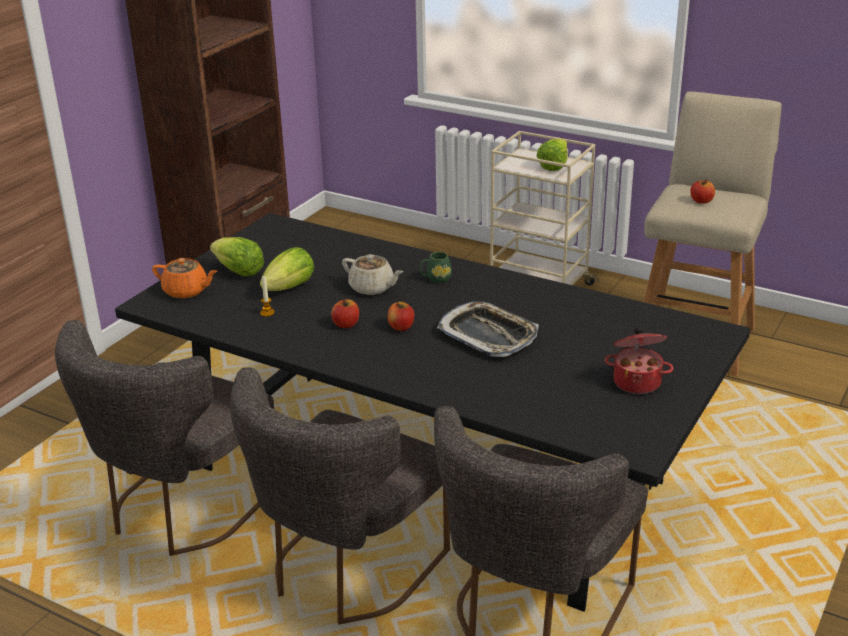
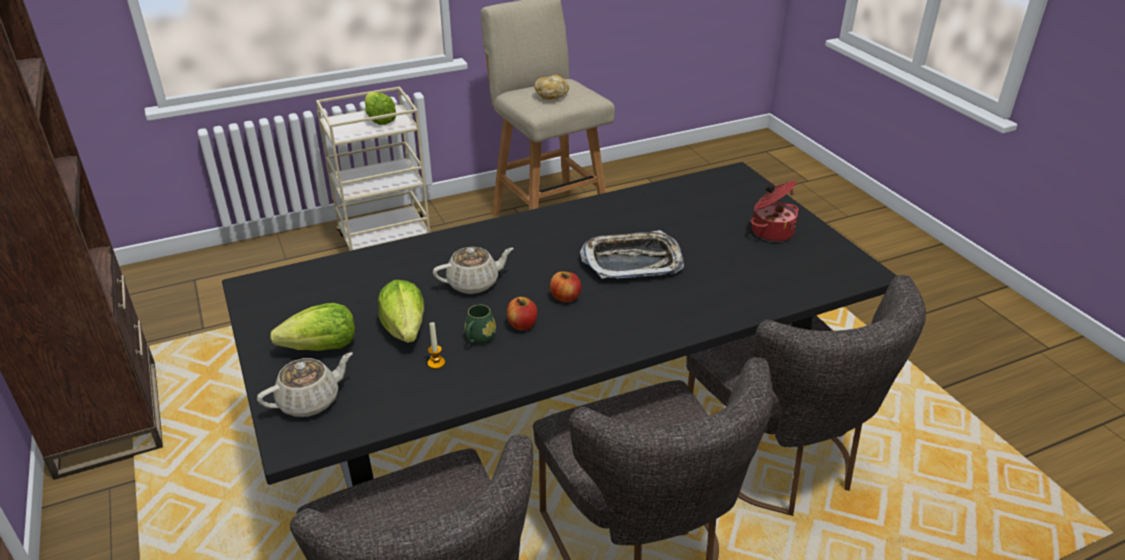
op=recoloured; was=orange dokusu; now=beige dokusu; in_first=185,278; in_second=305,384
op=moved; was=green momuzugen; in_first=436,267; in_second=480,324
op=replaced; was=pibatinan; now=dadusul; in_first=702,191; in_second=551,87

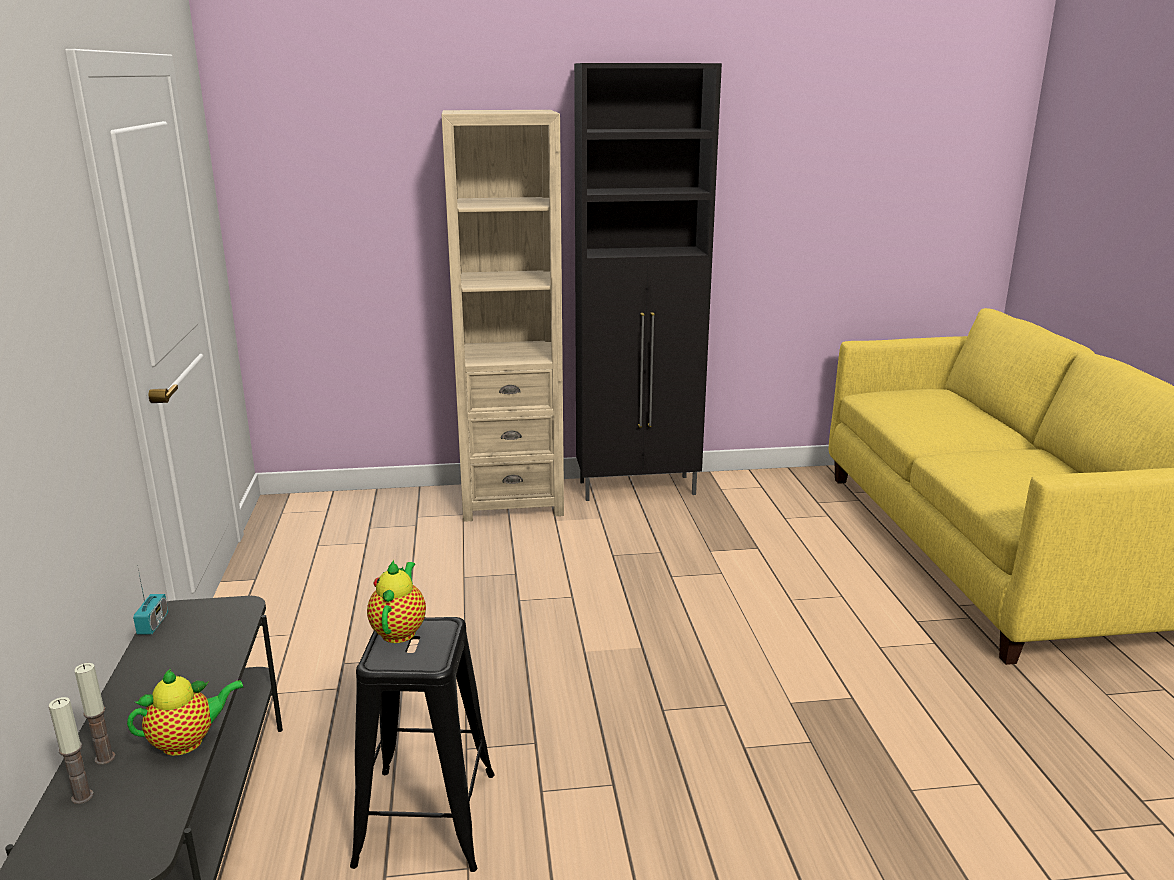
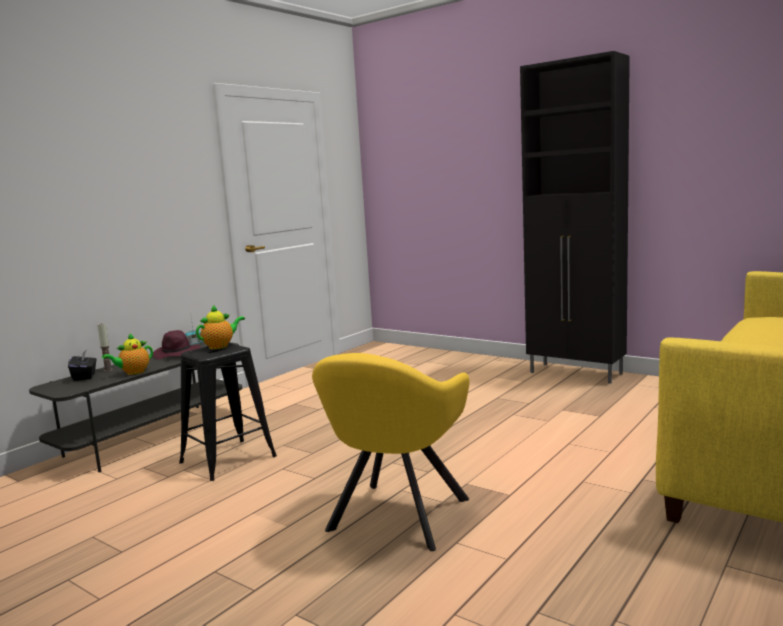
op=replaced; was=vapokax; now=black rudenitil; in_first=71,750; in_second=82,365
op=turned; was=dokusu; in_first=185,712; in_second=127,354; clockwise=120
op=removed; was=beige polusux; in_first=502,316
op=added; now=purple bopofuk; in_second=176,344
op=added; now=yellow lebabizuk; in_second=391,452

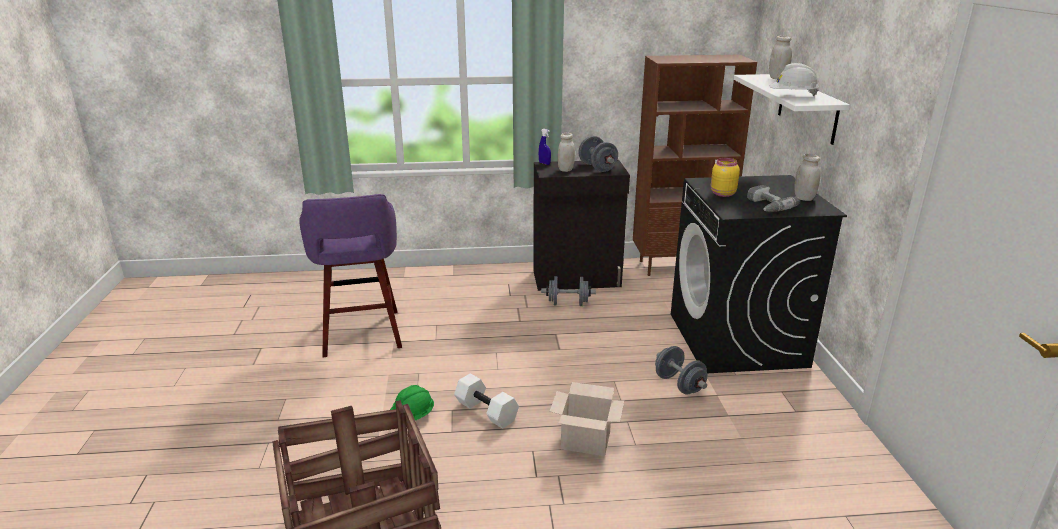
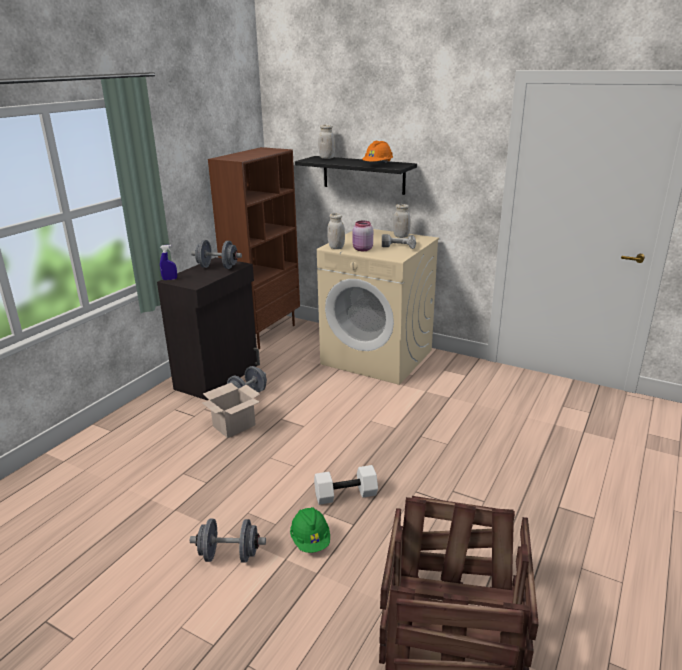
op=removed; was=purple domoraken; in_first=350,275
op=moved; was=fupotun; in_first=586,419; in_second=231,410
op=moved; was=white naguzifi; in_first=566,152; in_second=336,231
op=moved; was=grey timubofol; in_first=681,370; in_second=228,541
op=recoloured; was=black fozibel; now=beige fozibel; in_first=759,274; in_second=378,307
op=recoloured; was=yellow naguzifi; now=pink naguzifi; in_first=725,177; in_second=363,236
op=recoloured; was=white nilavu; now=black nilavu; in_first=791,109; in_second=356,175
op=recoloured; was=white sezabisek; now=orange sezabisek; in_first=794,79; in_second=377,152

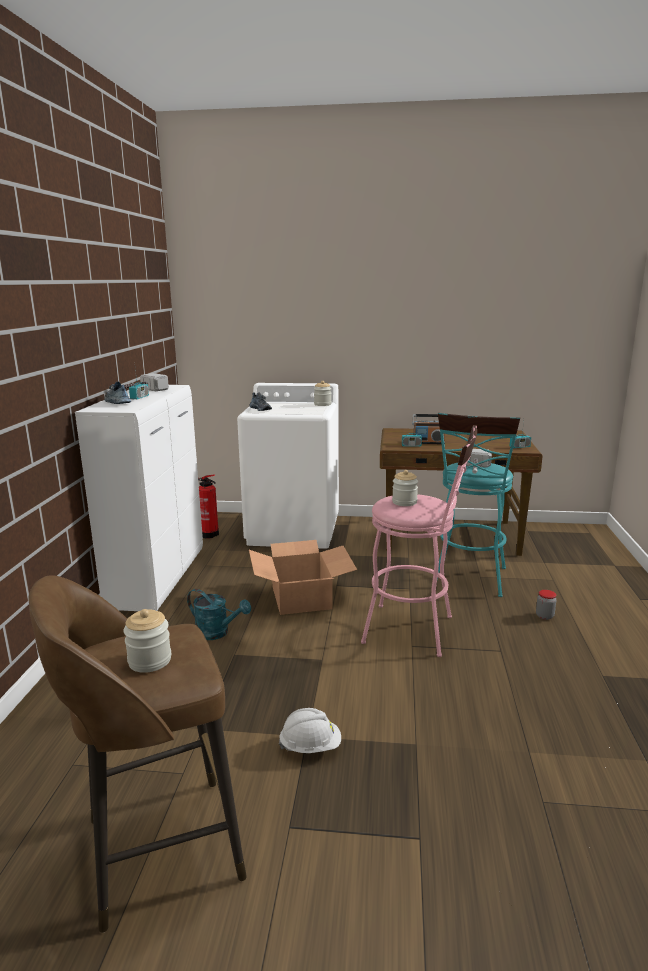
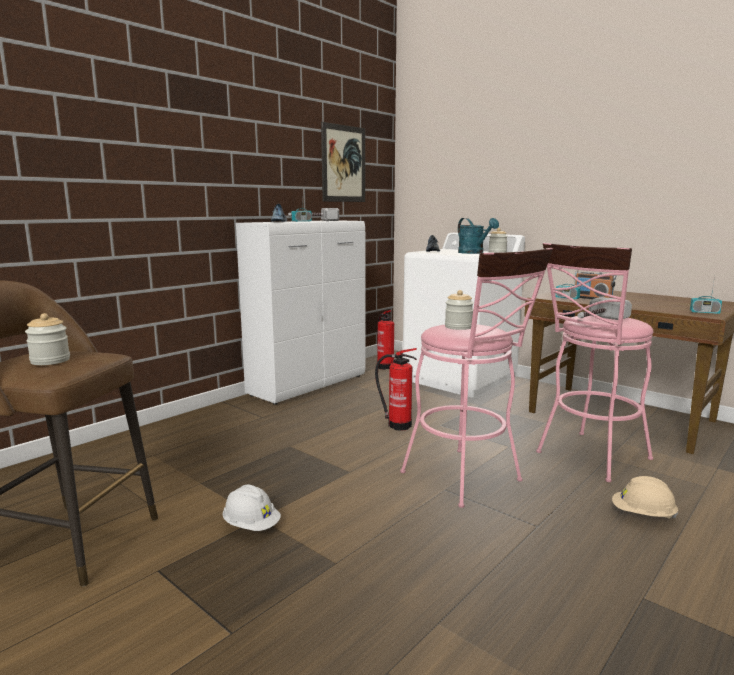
op=moved; was=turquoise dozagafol; in_first=219,614; in_second=478,236
op=replaced; was=fupotun; now=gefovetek; in_first=303,577; in_second=396,389
op=recoloured; was=turquoise domoraken; now=pink domoraken; in_first=478,505; in_second=595,362
op=replaced; was=naguzifi; now=beige sezabisek; in_first=546,605; in_second=645,497
op=added; now=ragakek; in_second=343,162

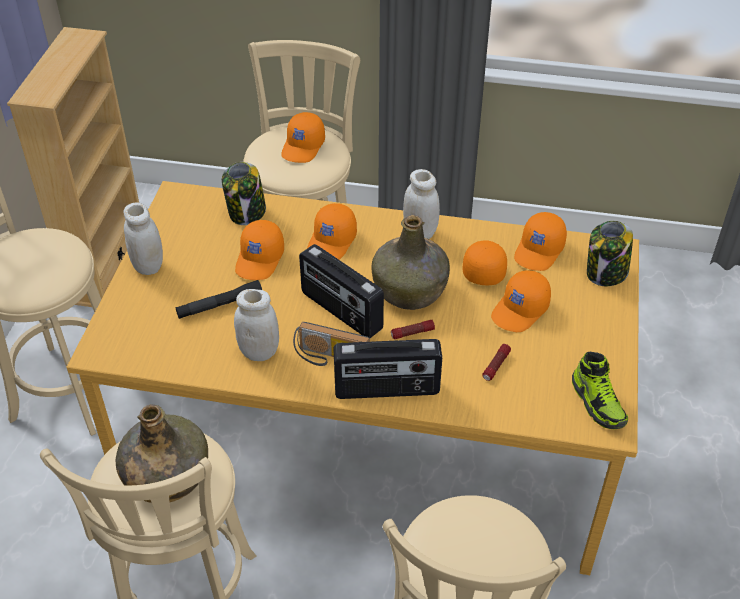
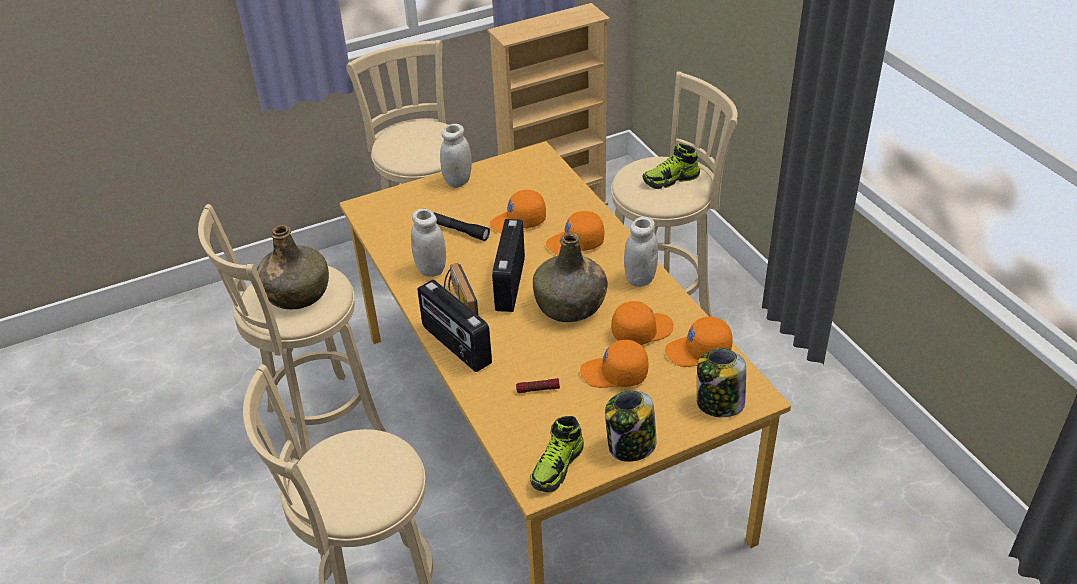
op=moved; was=naguzifi; in_first=244,193; in_second=631,426
op=replaced; was=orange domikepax; now=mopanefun; in_first=303,137; in_second=671,166
op=removed; was=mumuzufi; in_first=413,329

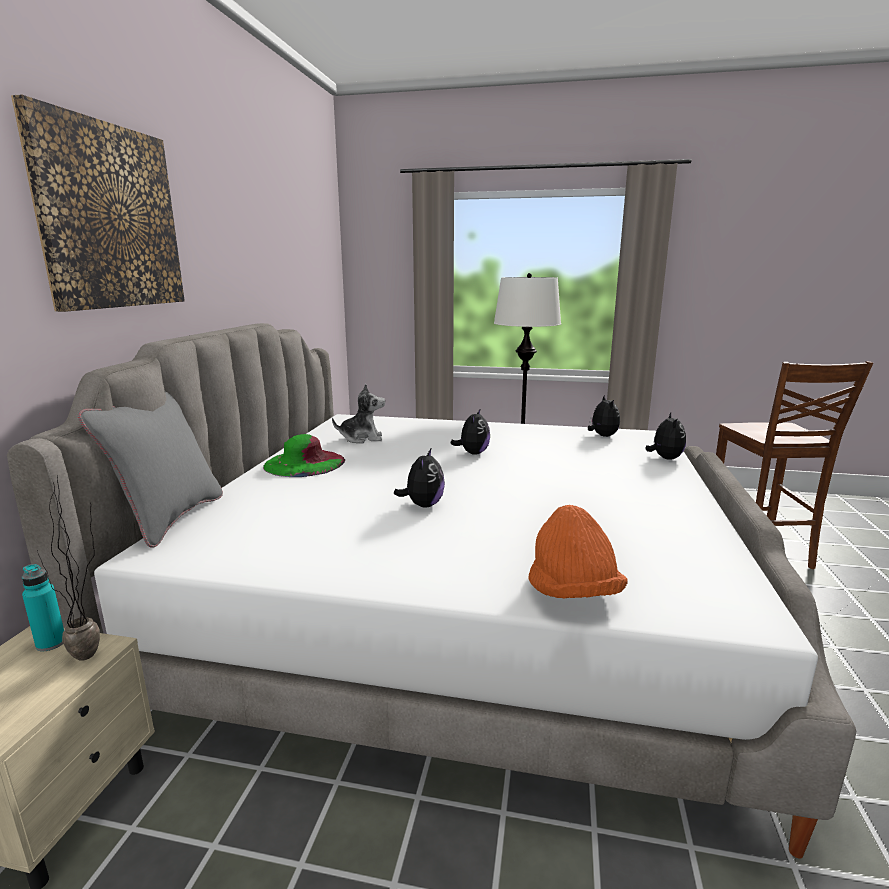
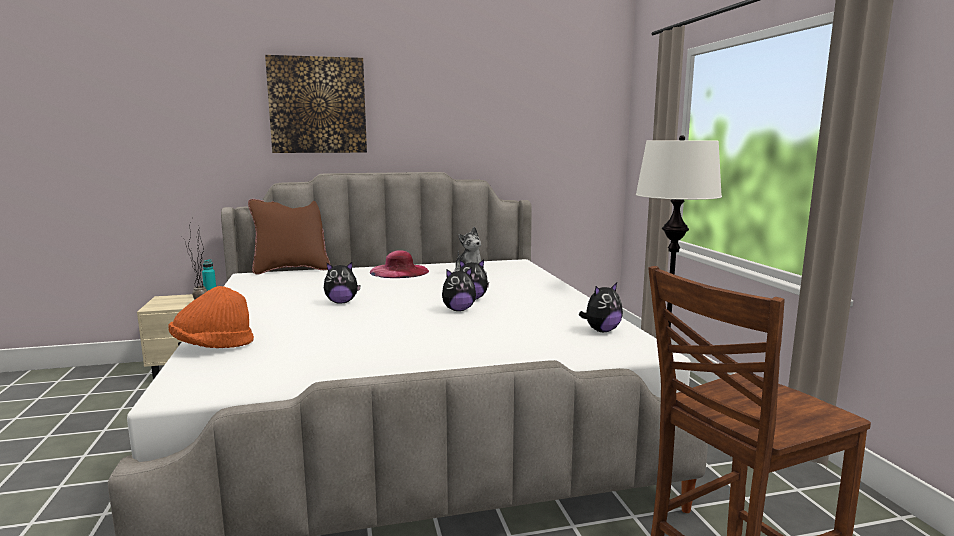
op=recoloured; was=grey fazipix; now=brown fazipix; in_first=150,469; in_second=289,237
op=recoloured; was=green bopofuk; now=pink bopofuk; in_first=304,455; in_second=399,264
op=moved; was=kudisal; in_first=665,436; in_second=459,289

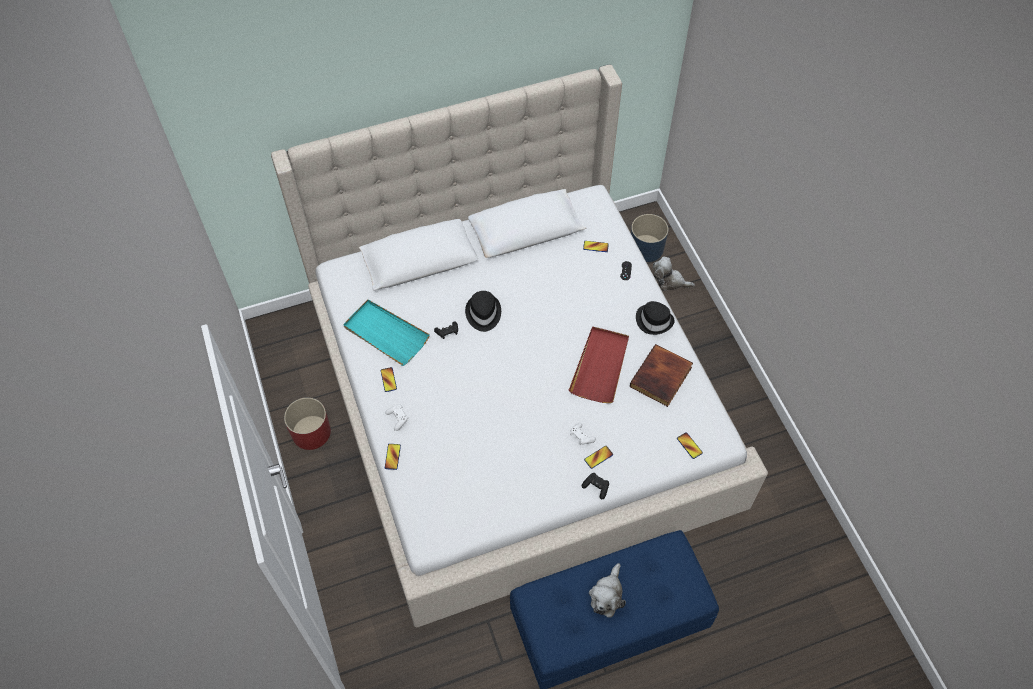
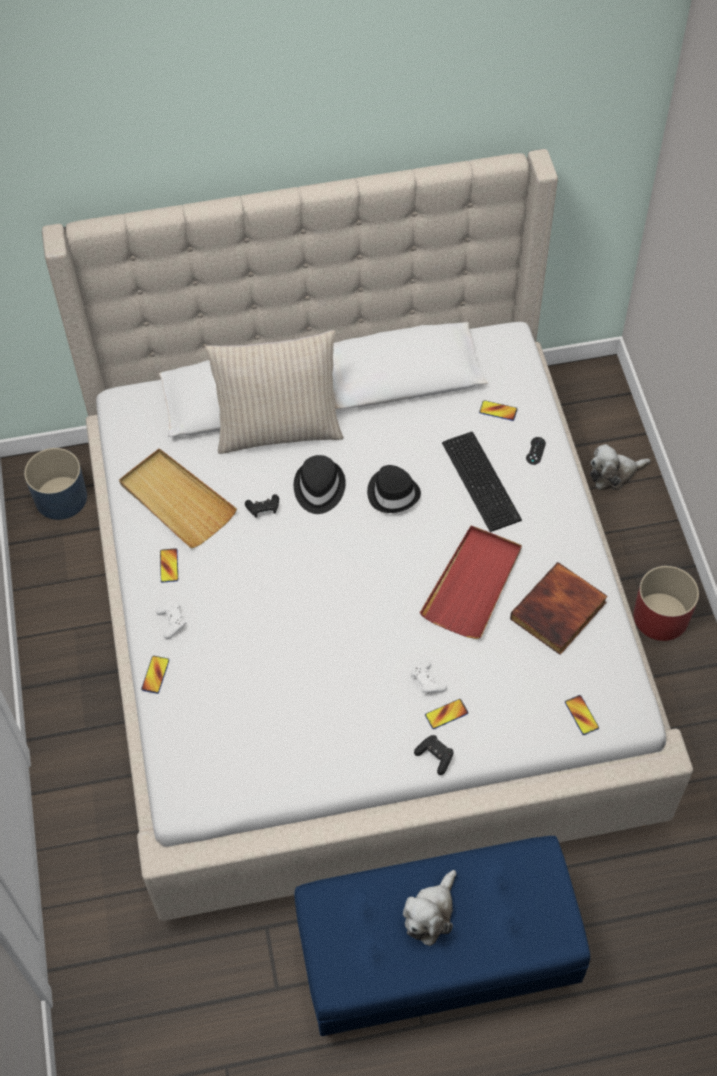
op=moved; was=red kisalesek; in_first=307,424; in_second=666,603
op=recoloured; was=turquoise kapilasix; now=beige kapilasix; in_first=386,333; in_second=178,498
op=moved; was=blue kisalesek; in_first=649,238; in_second=55,484
op=moved; was=black bopofuk; in_first=655,318; in_second=394,489
op=turned; was=kudisal; in_first=674,273; in_second=620,467; clockwise=-45
op=added; now=beige fazipix; in_second=274,392
op=added; now=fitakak; in_second=482,482

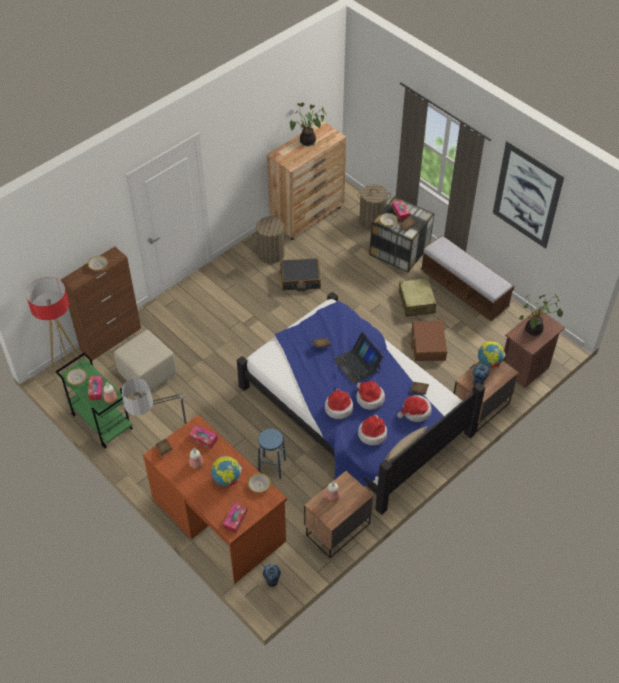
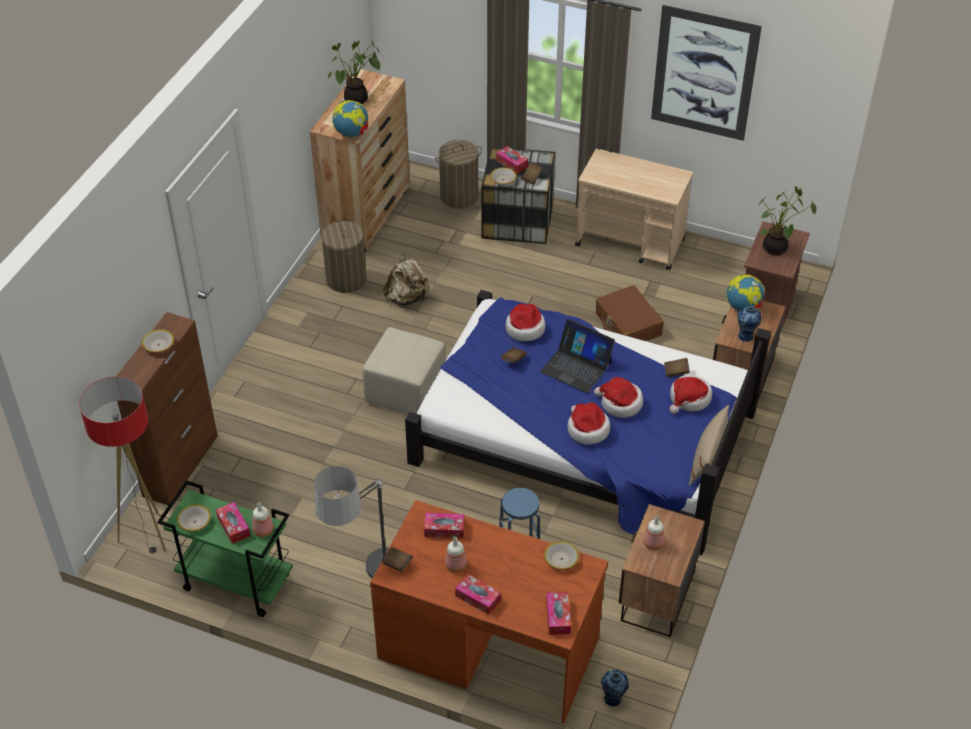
op=moved; was=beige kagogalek; in_first=145,363; in_second=404,370
op=moved; was=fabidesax; in_first=226,470; in_second=350,118
op=replaced; was=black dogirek; now=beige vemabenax; in_first=300,274; in_second=406,280
op=moved; was=bopofuk; in_first=372,430; in_second=525,322
op=removed; was=beige dogirek; in_first=418,297
op=replaced; was=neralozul; now=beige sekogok; in_first=467,278; in_second=634,209
op=added; now=rudenitil; in_second=478,594

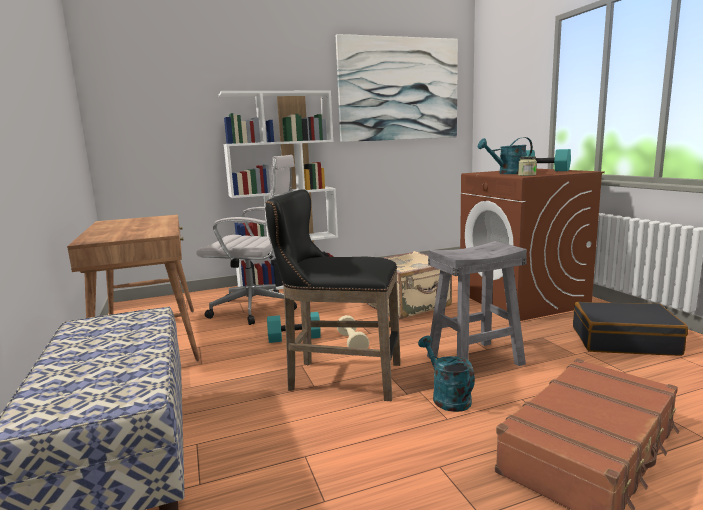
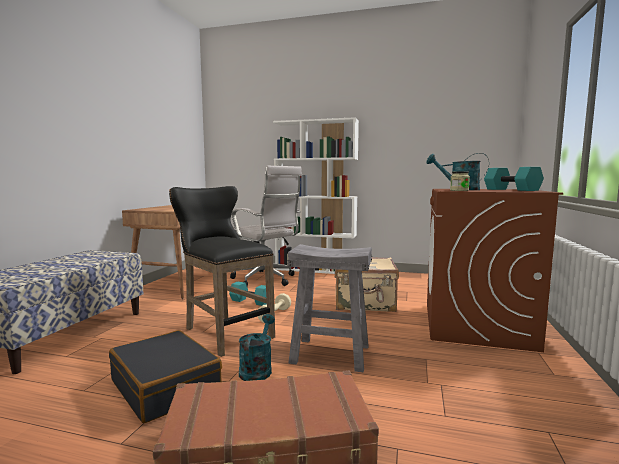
op=removed; was=ragakek; in_first=397,88
op=moved; was=black dogirek; in_first=630,329; in_second=165,376

